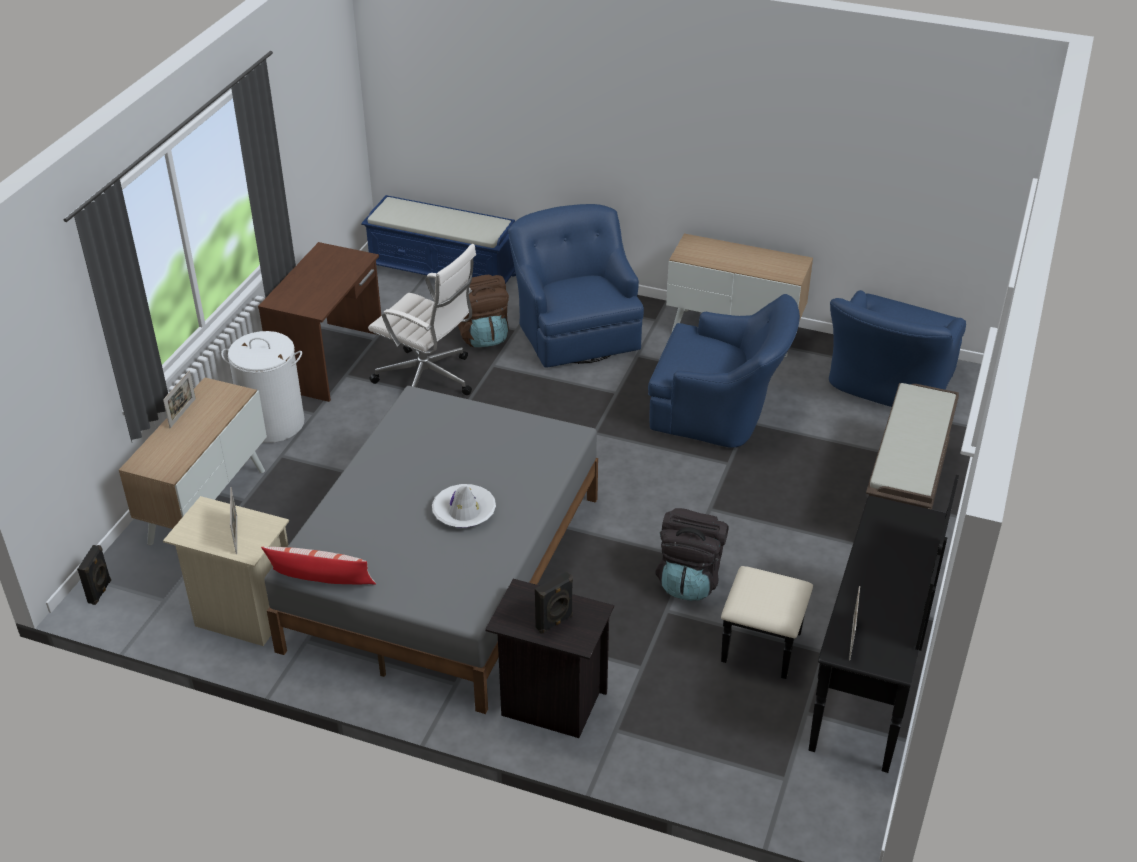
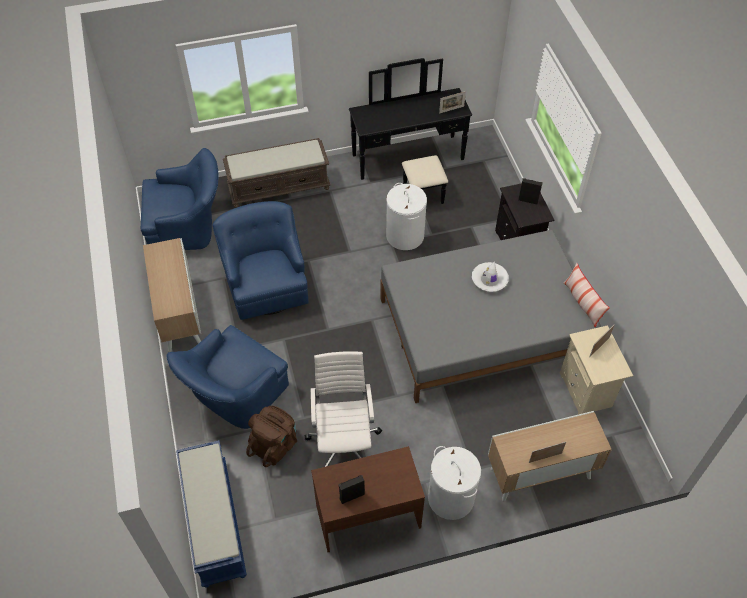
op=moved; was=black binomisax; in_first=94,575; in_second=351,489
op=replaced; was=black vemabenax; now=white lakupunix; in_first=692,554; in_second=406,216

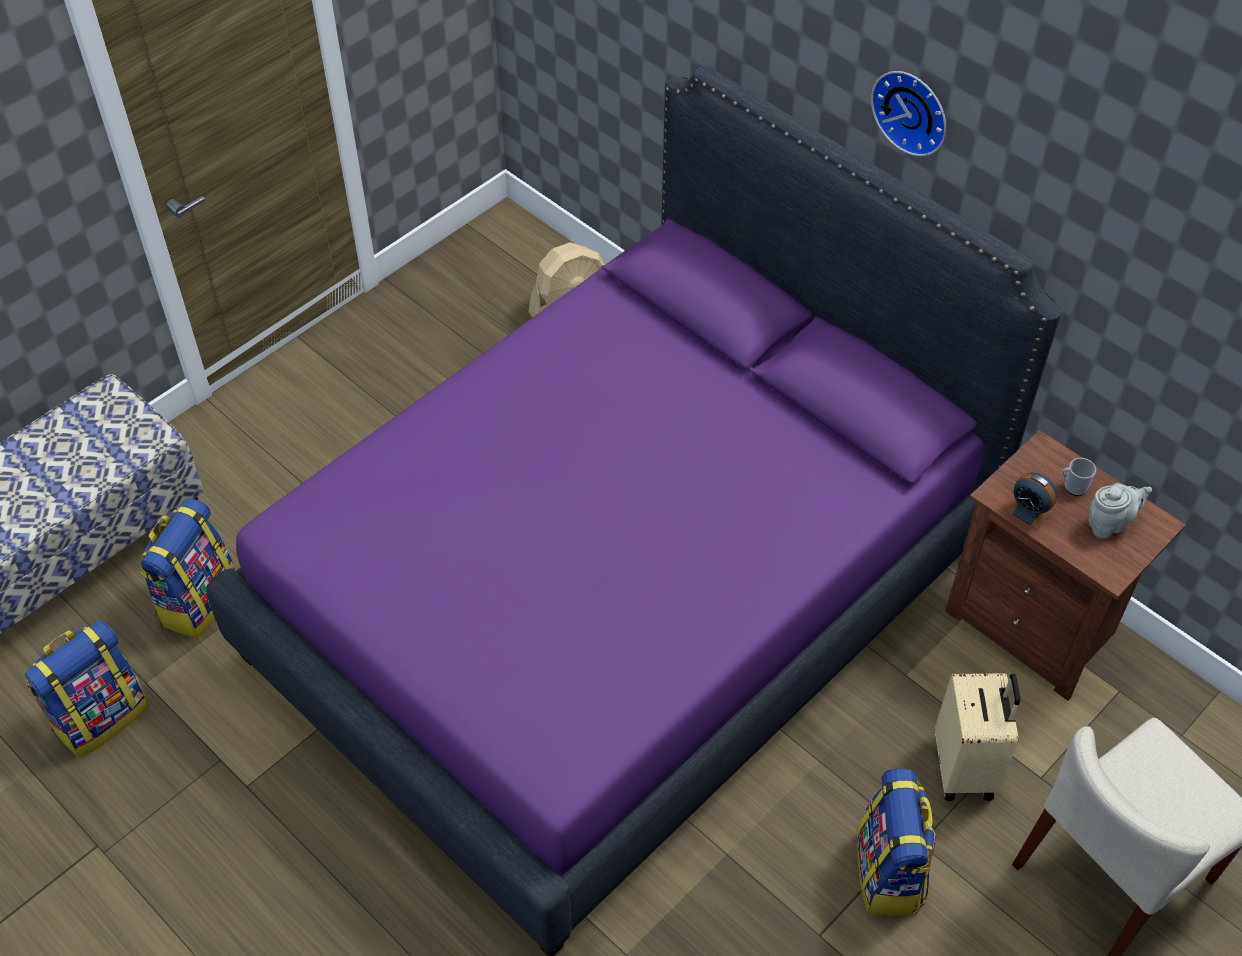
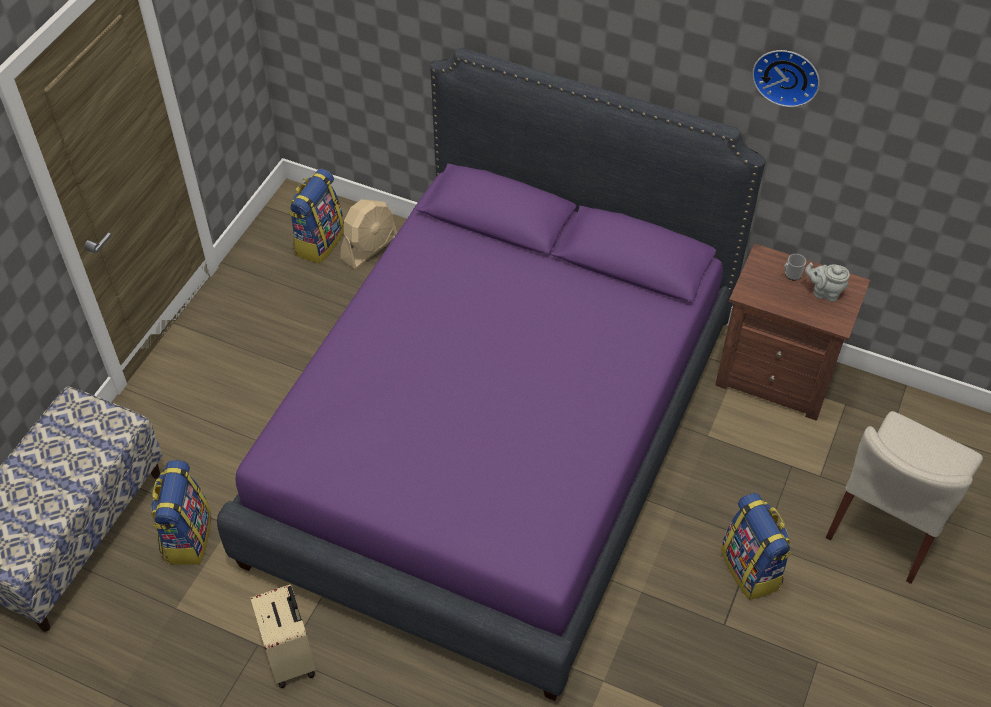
op=moved; was=vemabenax; in_first=86,689; in_second=316,216
op=moved; was=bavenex; in_first=908,113; in_second=786,78
op=moved; was=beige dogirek; in_first=977,737; in_second=283,636
op=removed; was=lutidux; in_first=1031,501
op=turned; was=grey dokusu; in_first=1120,510; in_second=827,282; clockwise=-120

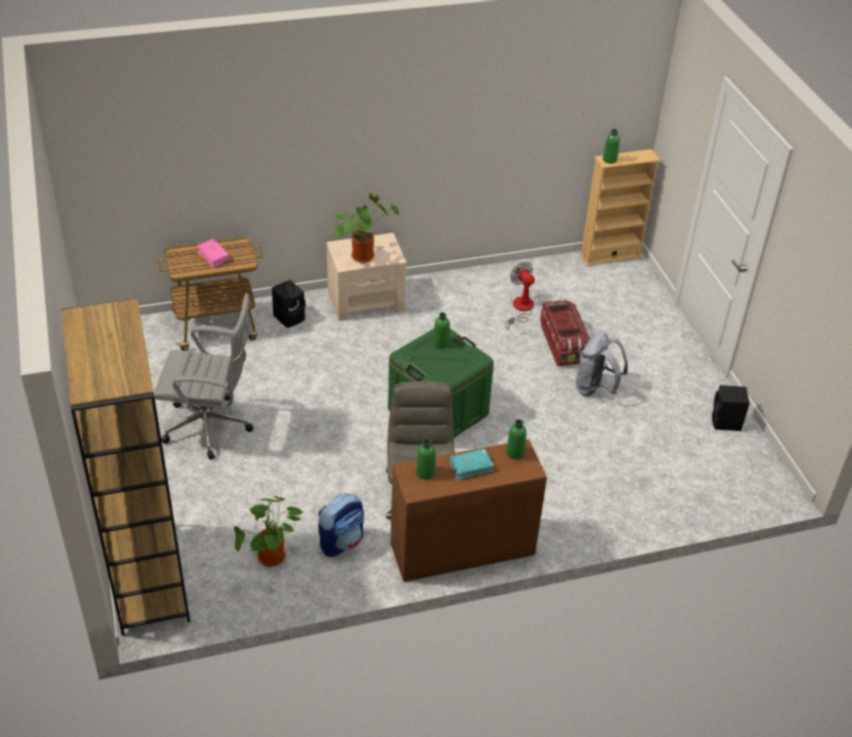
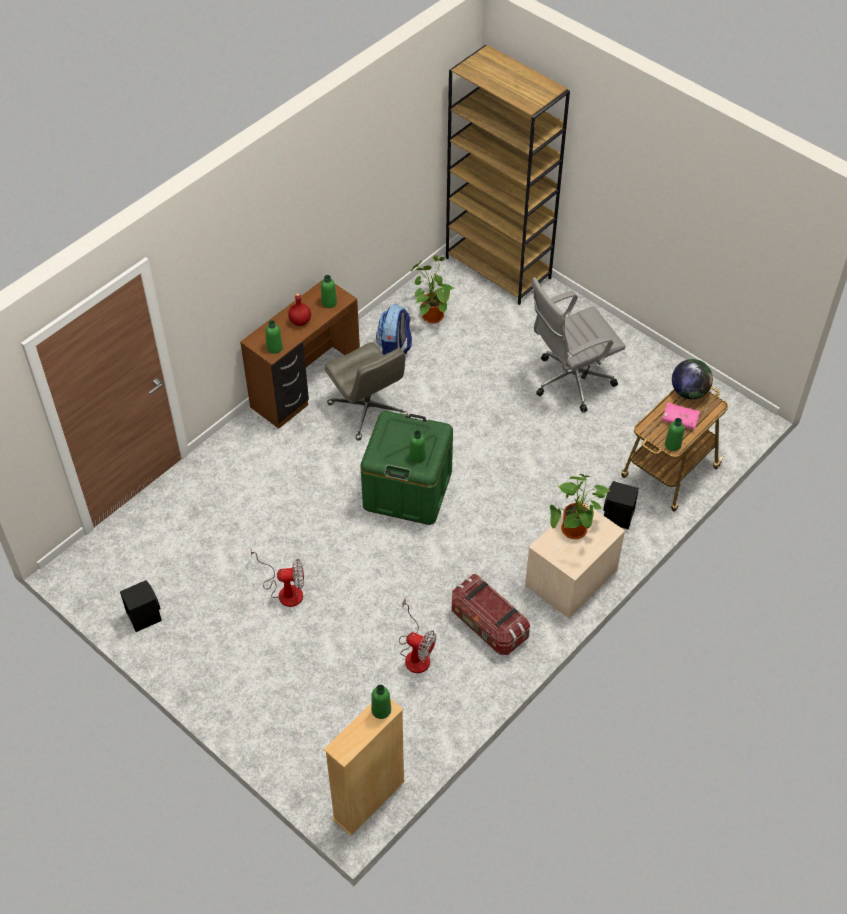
op=replaced; was=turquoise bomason; now=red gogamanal; in_first=471,464; in_second=299,309
op=moved; was=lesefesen; in_first=565,332; in_second=491,614
op=replaced; was=grey vemabenax; now=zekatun; in_first=602,364; in_second=277,578
op=added; now=green gogamanal; in_second=674,434
op=added; now=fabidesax; in_second=692,379

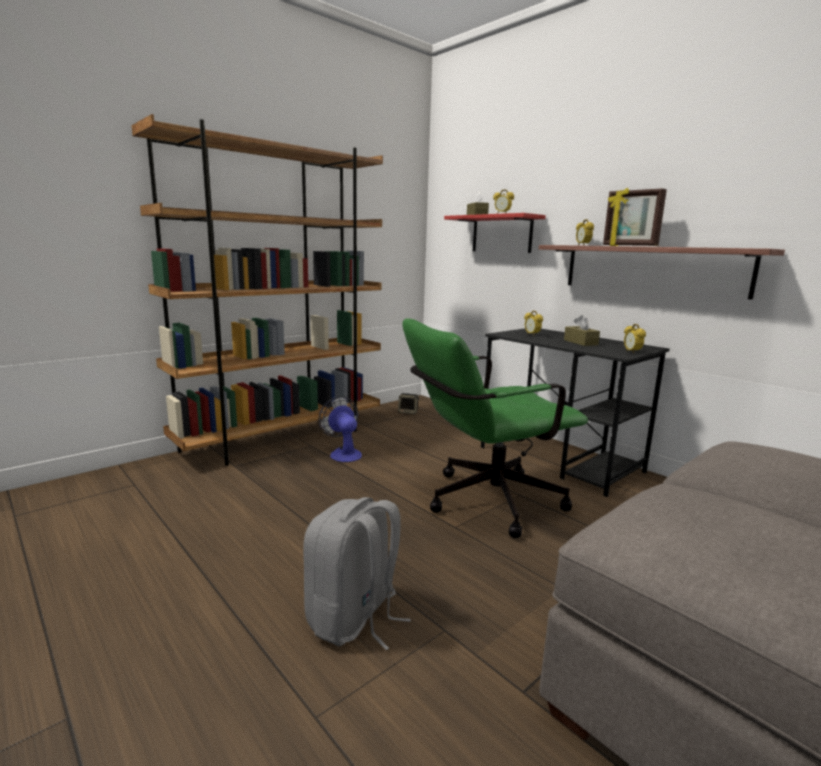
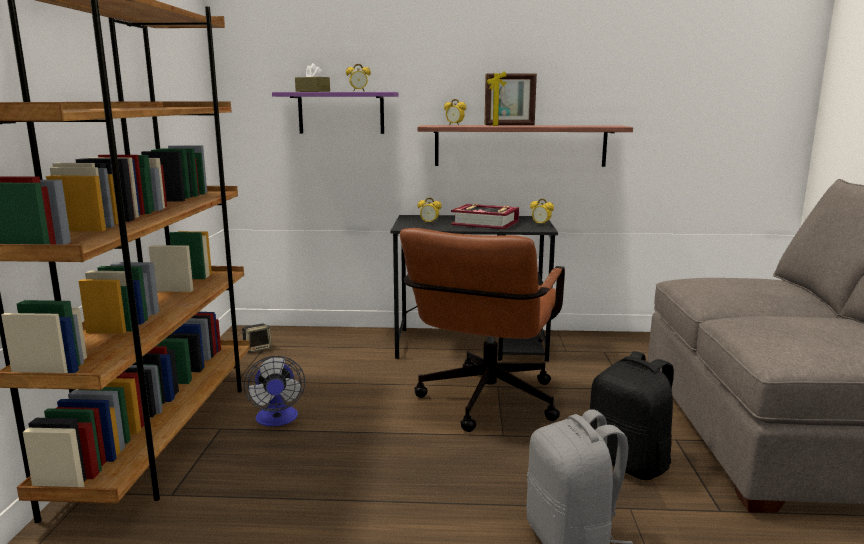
op=turned; was=zekatun; in_first=340,429; in_second=274,391; clockwise=-120
op=recoloured; was=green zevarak; now=brown zevarak; in_first=495,428; in_second=482,330
op=recoloured; was=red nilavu; now=purple nilavu; in_first=495,233; in_second=335,113
op=replaced; was=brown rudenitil; now=bomason; in_first=582,330; in_second=485,216
op=added; now=black vemabenax; in_second=632,415

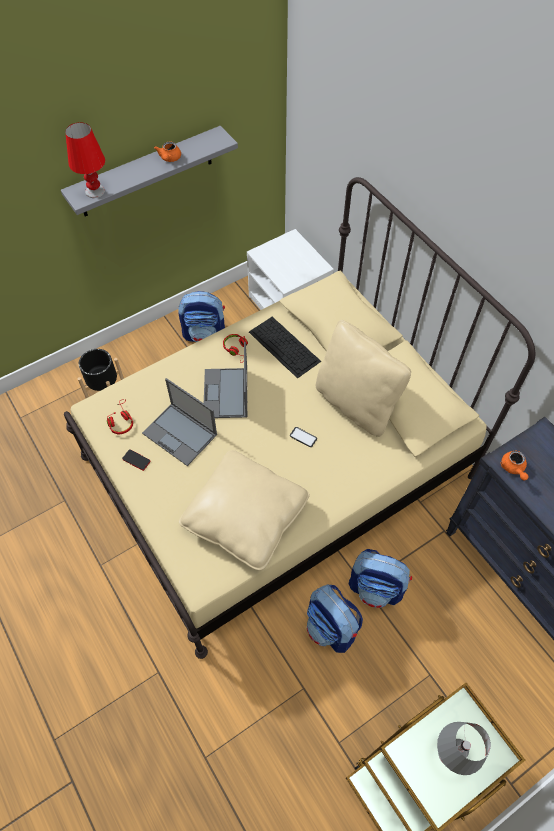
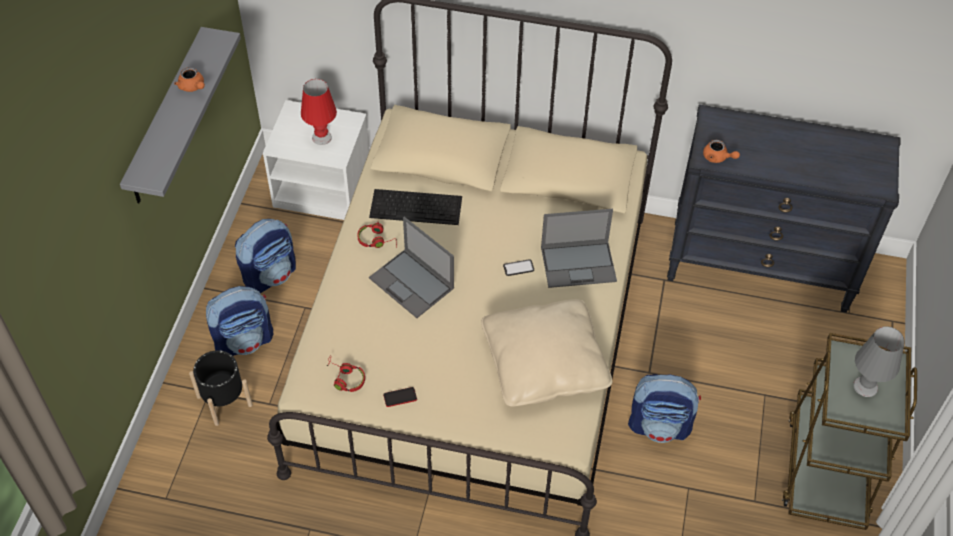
op=moved; was=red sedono; in_first=85,160; in_second=319,112
op=moved; was=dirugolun; in_first=179,422; in_second=579,248
op=removed; was=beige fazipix; in_first=363,378
op=moved; was=vemabenax; in_first=380,578; in_second=239,321

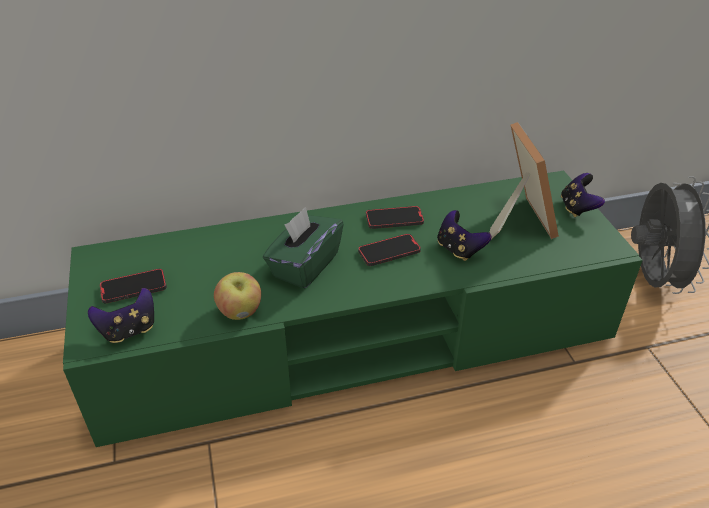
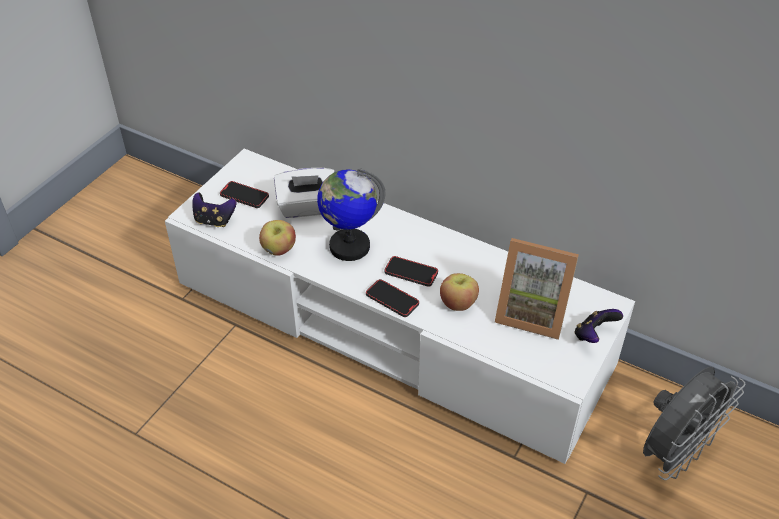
op=recoloured; was=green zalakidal; now=white zalakidal; in_first=353,309; in_second=400,306
op=replaced; was=green rudenitil; now=fabidesax; in_first=303,248; in_second=351,215
op=moved; was=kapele; in_first=395,217; in_second=392,298
op=replaced; was=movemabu; now=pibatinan; in_first=464,235; in_second=459,292
op=turned; was=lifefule; in_first=524,180; in_second=537,289; clockwise=75
op=added; now=white rudenitil; in_second=304,193

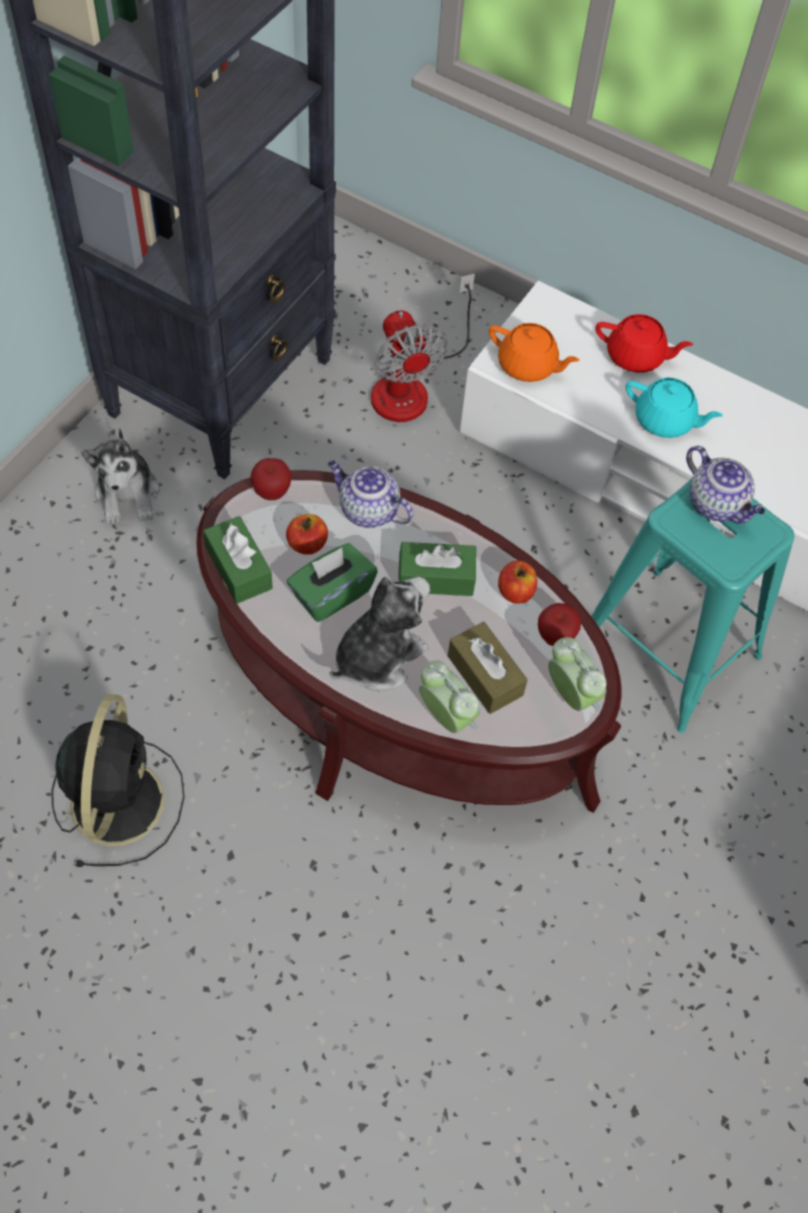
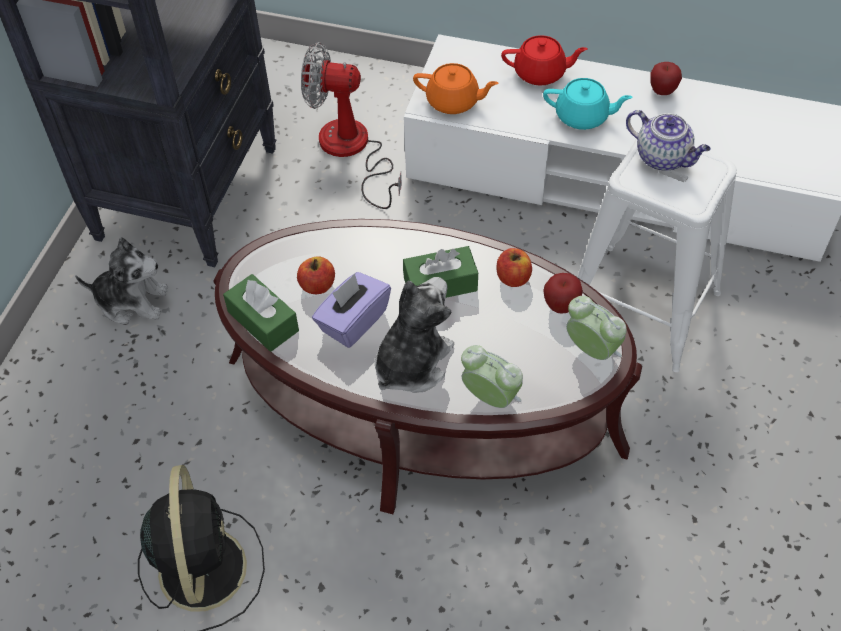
op=turned; was=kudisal; in_first=120,476; in_second=121,280; clockwise=-60
op=moved; was=pibatinan; in_first=271,479; in_second=666,78
op=recoloured; was=green rudenitil; now=purple rudenitil; in_first=332,582; in_second=351,310
op=removed; was=dokusu; in_first=370,494
op=turned; was=zekatun; in_first=423,348; in_second=351,125; clockwise=135
op=removed; was=brown rudenitil; in_first=488,668
op=recoloured; was=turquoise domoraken; now=white domoraken; in_first=692,605; in_second=657,255

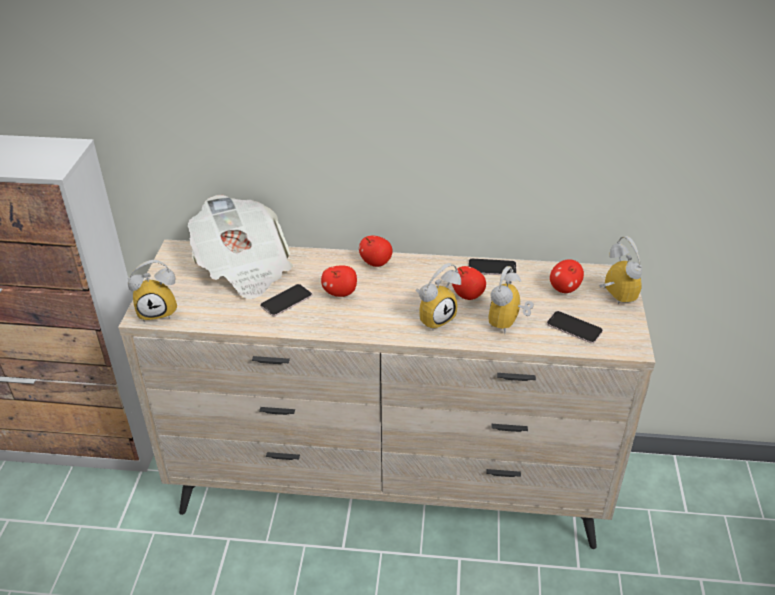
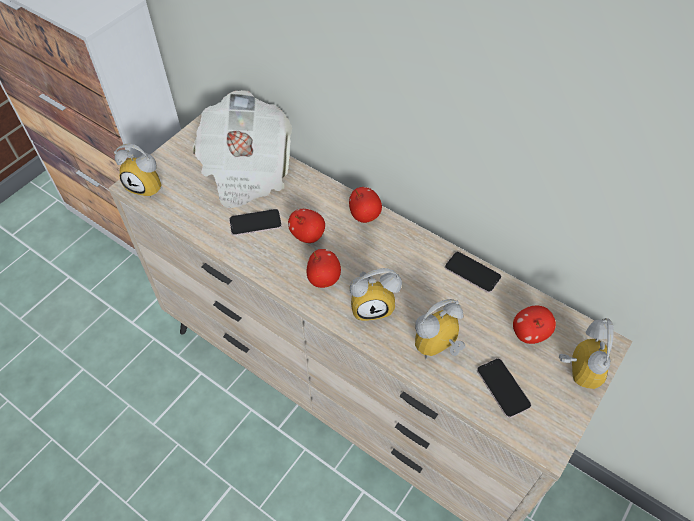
op=moved; was=pibatinan; in_first=469,283; in_second=324,268

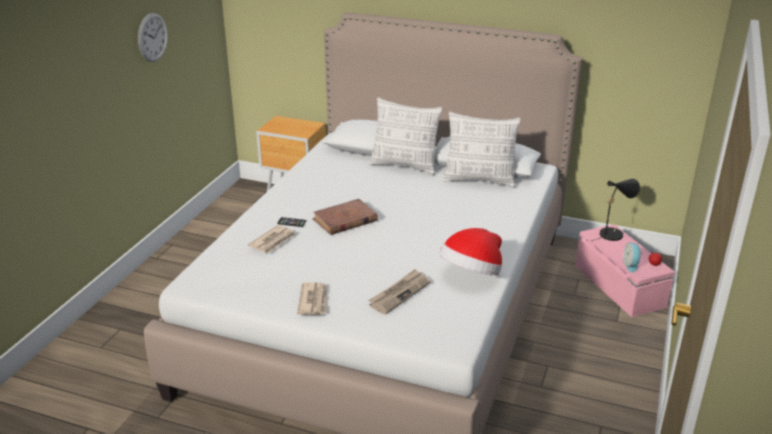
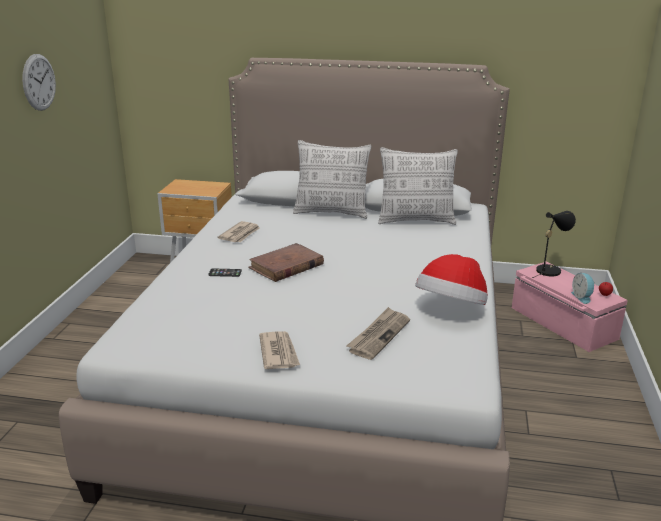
op=moved; was=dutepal; in_first=271,239; in_second=238,231

